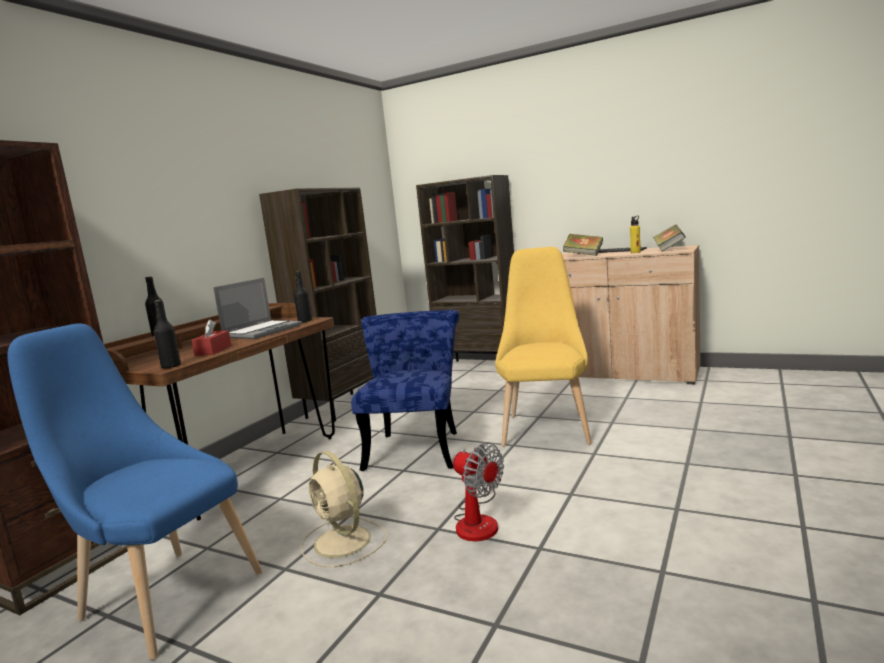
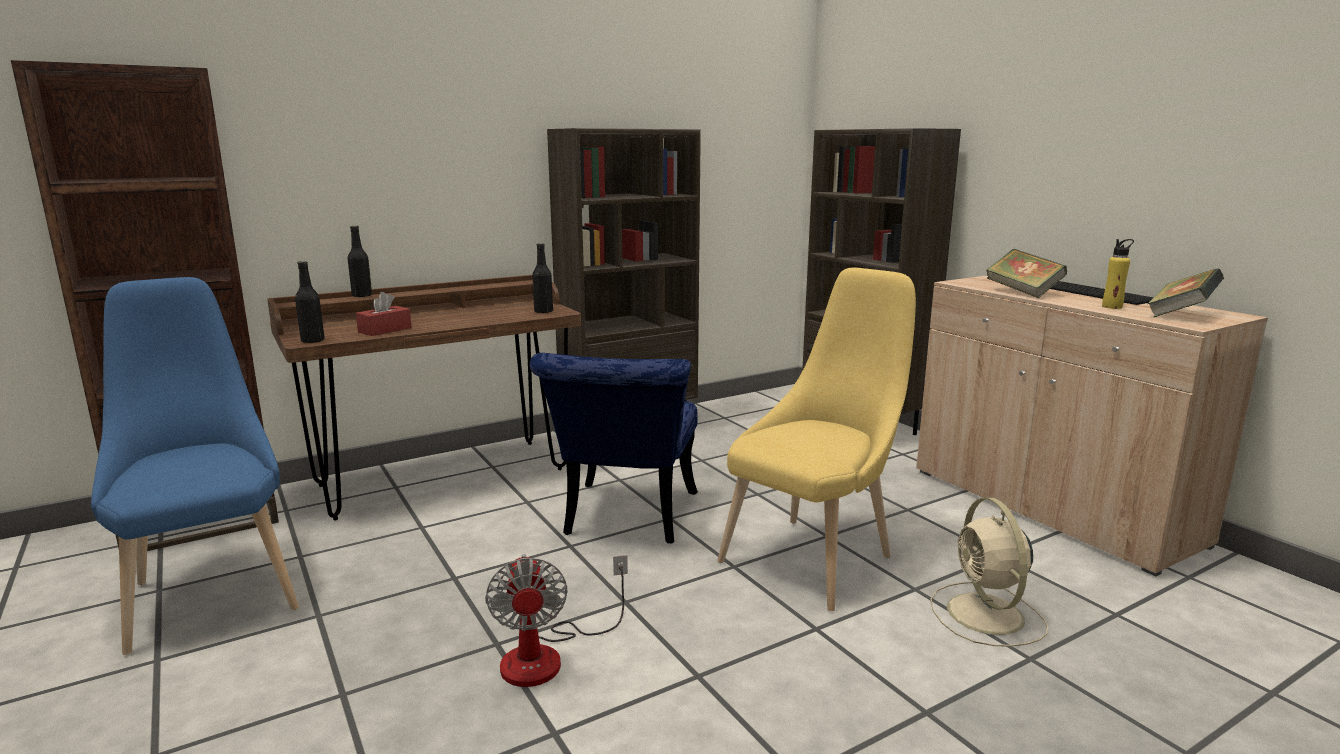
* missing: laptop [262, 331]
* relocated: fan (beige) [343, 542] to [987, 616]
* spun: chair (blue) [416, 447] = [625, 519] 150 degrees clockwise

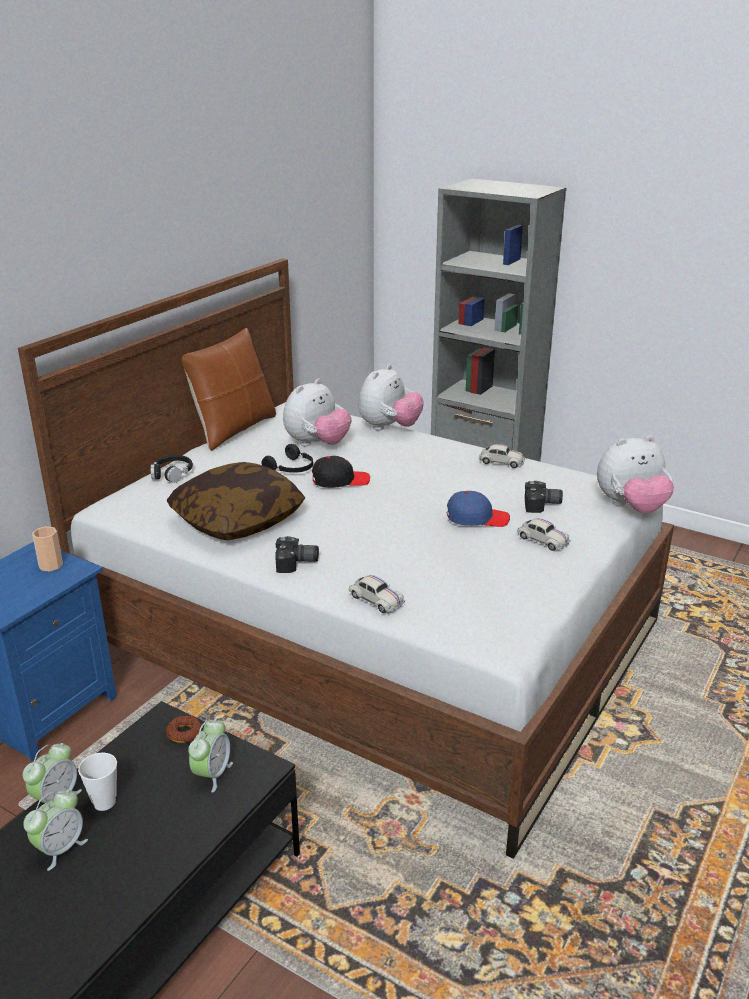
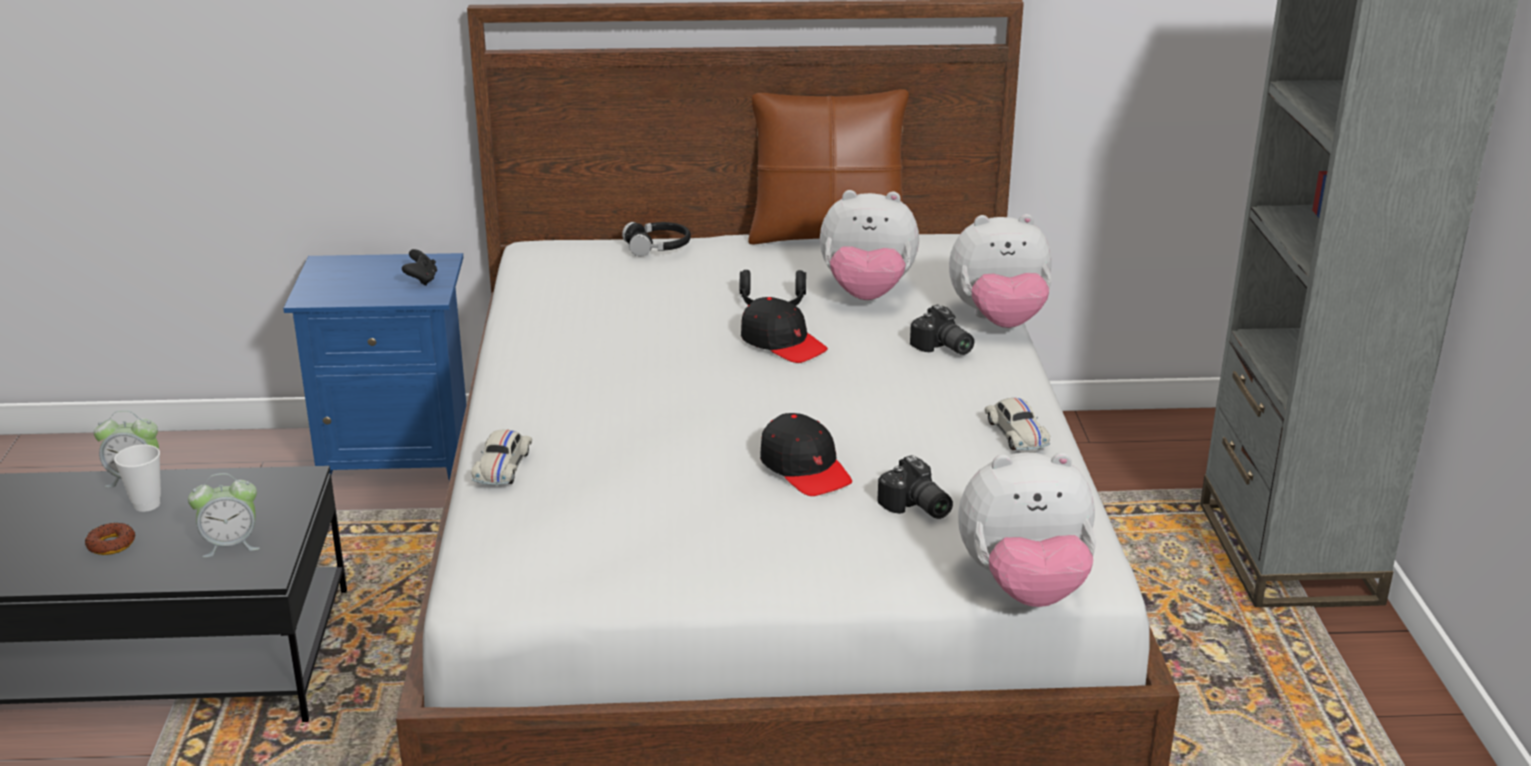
* missing: alarm clock [60, 848]
* exchanged: cup [51, 565] to game controller (black) [421, 280]
* relocated: donut [184, 733] to [111, 544]
* missing: pillow [238, 519]
* relocated: photo camera [297, 564] to [942, 348]
* colour: cap (blue) [477, 518] to cap (black) [805, 468]
* missing: toy car (white) [542, 540]
* spun: plush toy [631, 507] = [1024, 588] 45 degrees counterclockwise

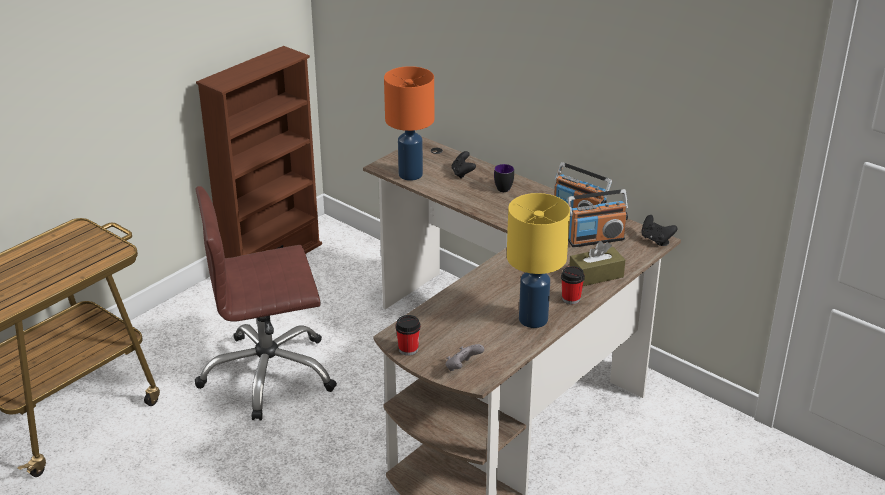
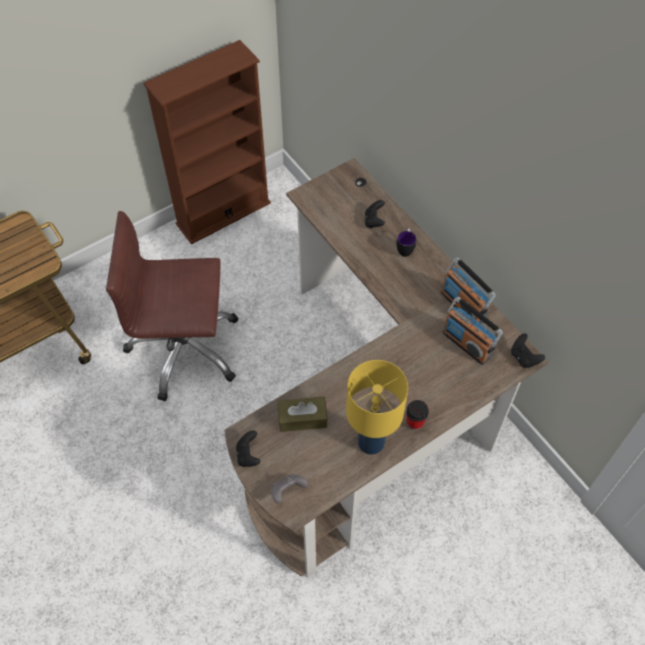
* missing: table lamp (orange) [410, 175]
* exchanged: cup [408, 349] to game controller (black) [248, 455]
* spun: radio [595, 239] = [467, 344] 45 degrees clockwise
* relocated: tissue box (brown) [596, 275] to [302, 418]

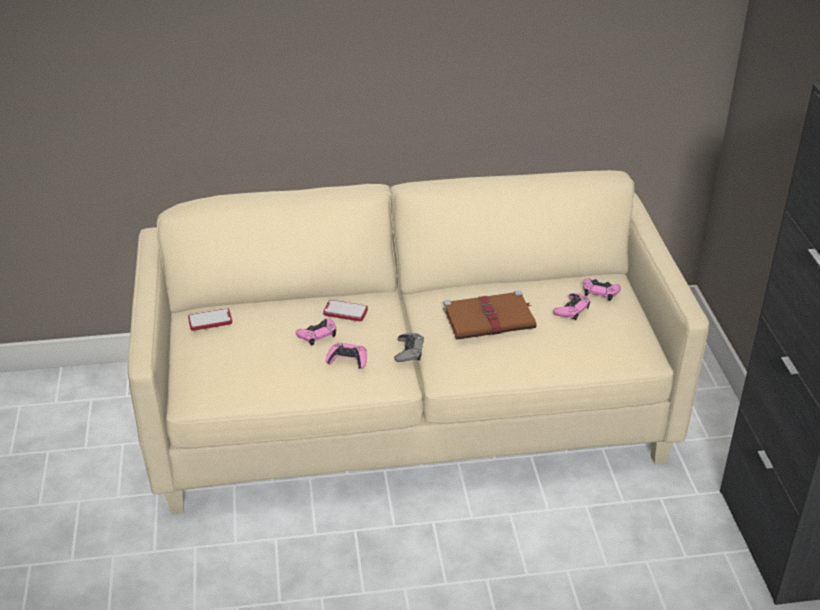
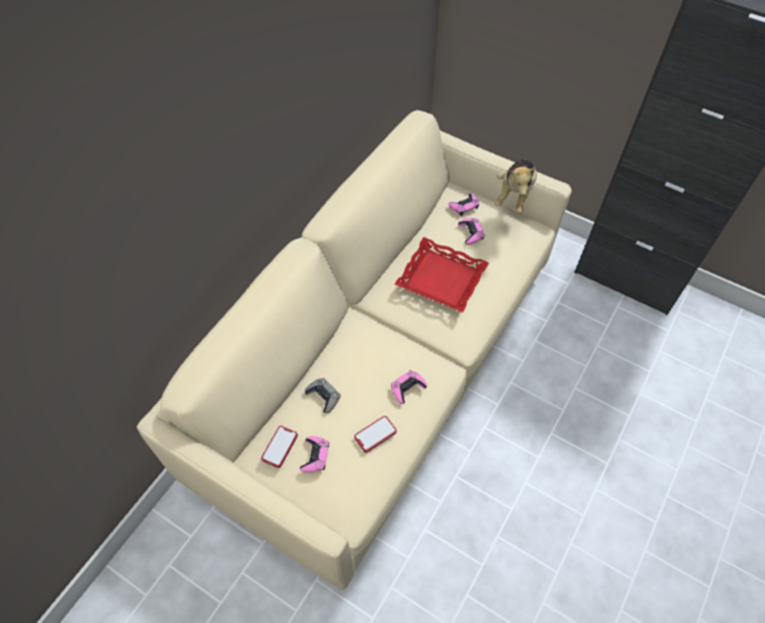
* relocated: game controller (pink) [317, 334] to [315, 456]
* relocated: phone [345, 312] to [375, 434]
* relocated: game controller (grey) [409, 351] to [323, 396]
* exchanged: book (brown) [490, 318] to tray (red) [441, 279]
* appeared: plush toy [514, 195]

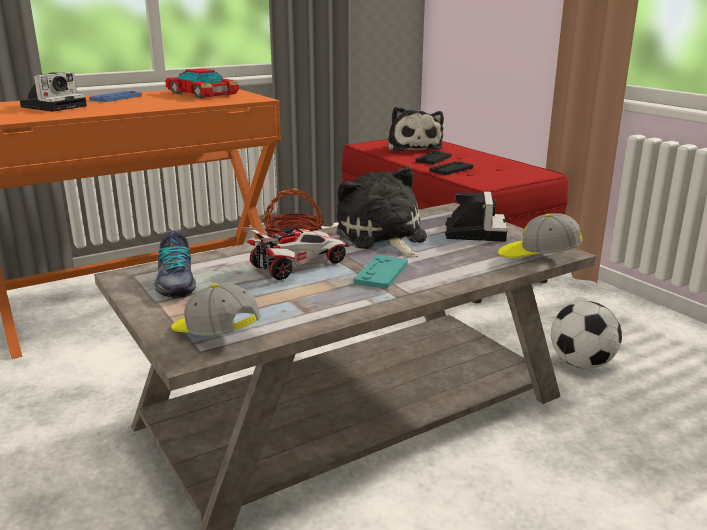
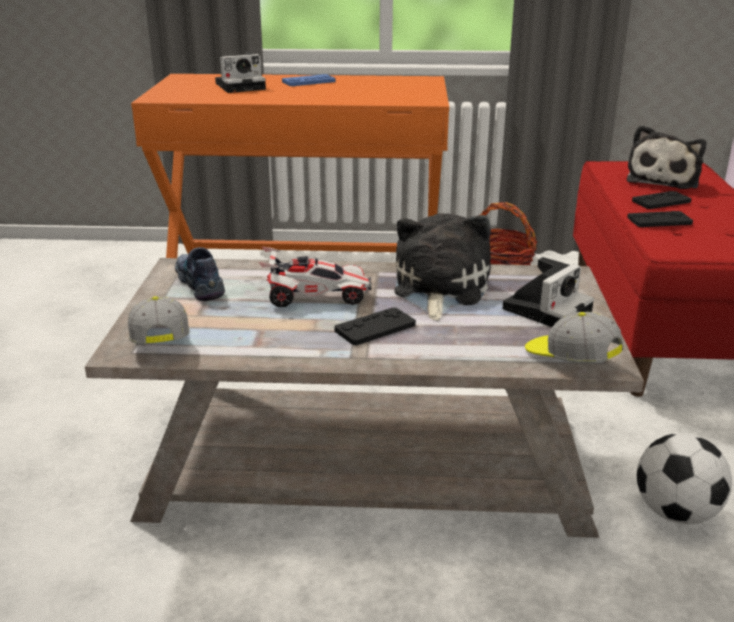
* spun: shoe [175, 282] = [201, 283] 135 degrees clockwise
* missing: toy car [202, 93]
* colour: game controller (turquoise) [381, 273] to game controller (black) [375, 328]

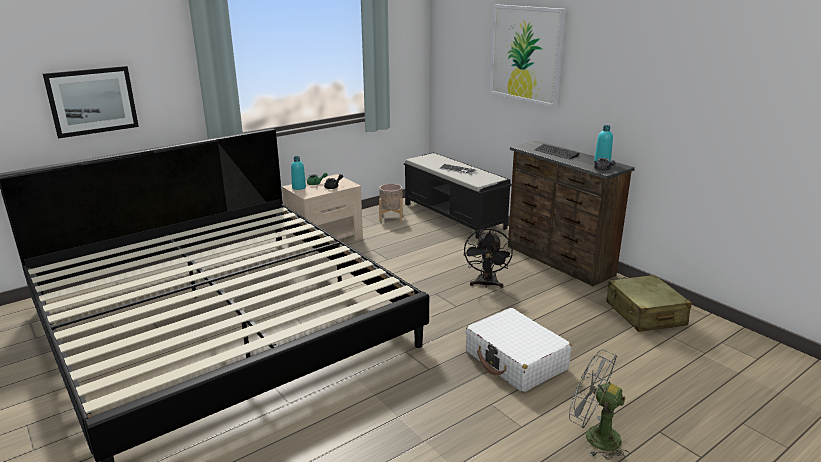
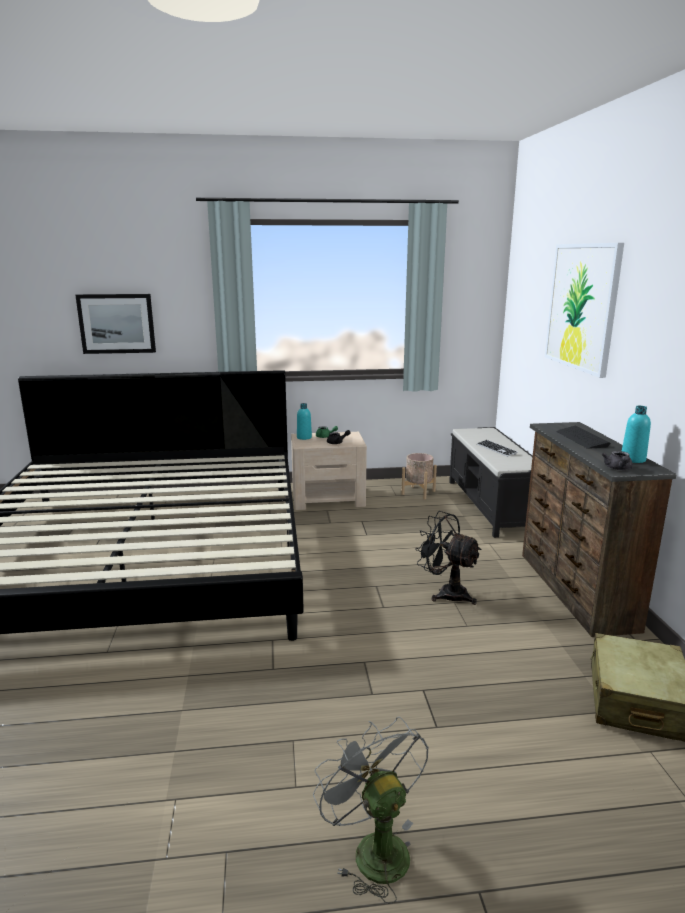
* spun: fan (black) [486, 284] = [446, 593] 90 degrees clockwise
* missing: suitcase (white) [515, 360]

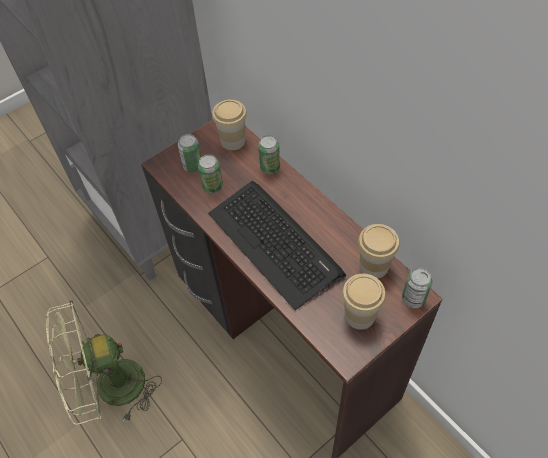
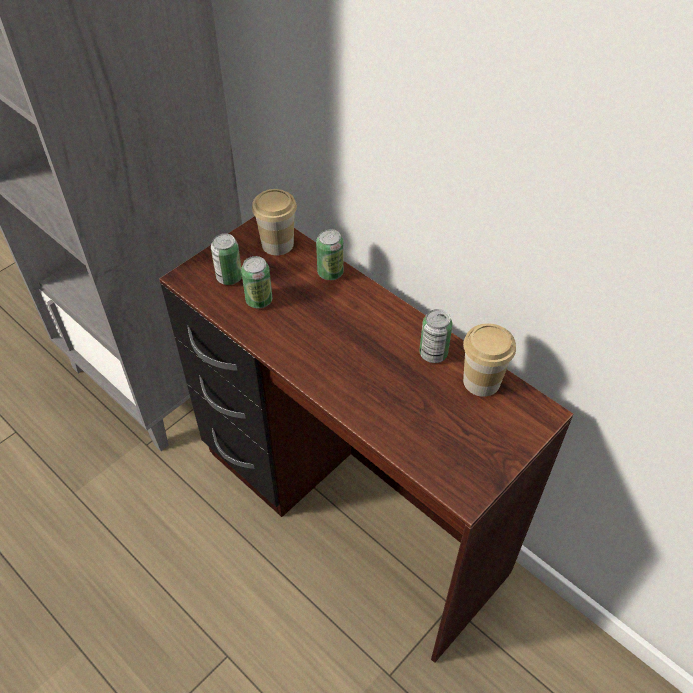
* missing: fan (green) [110, 389]
* missing: keyboard [274, 243]
* missing: cup [359, 315]
* relocated: can [413, 298] to [433, 354]

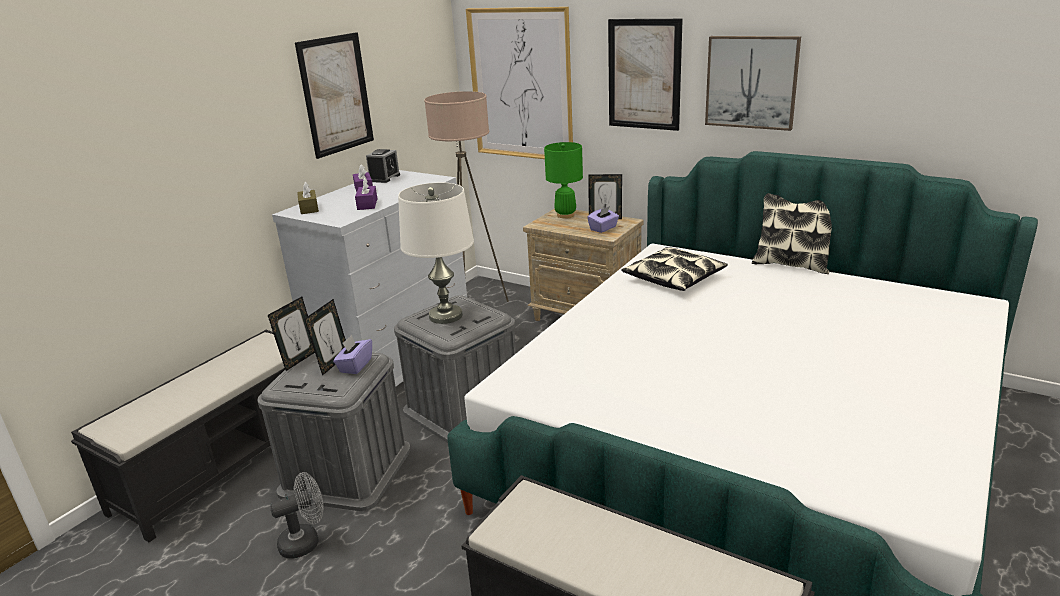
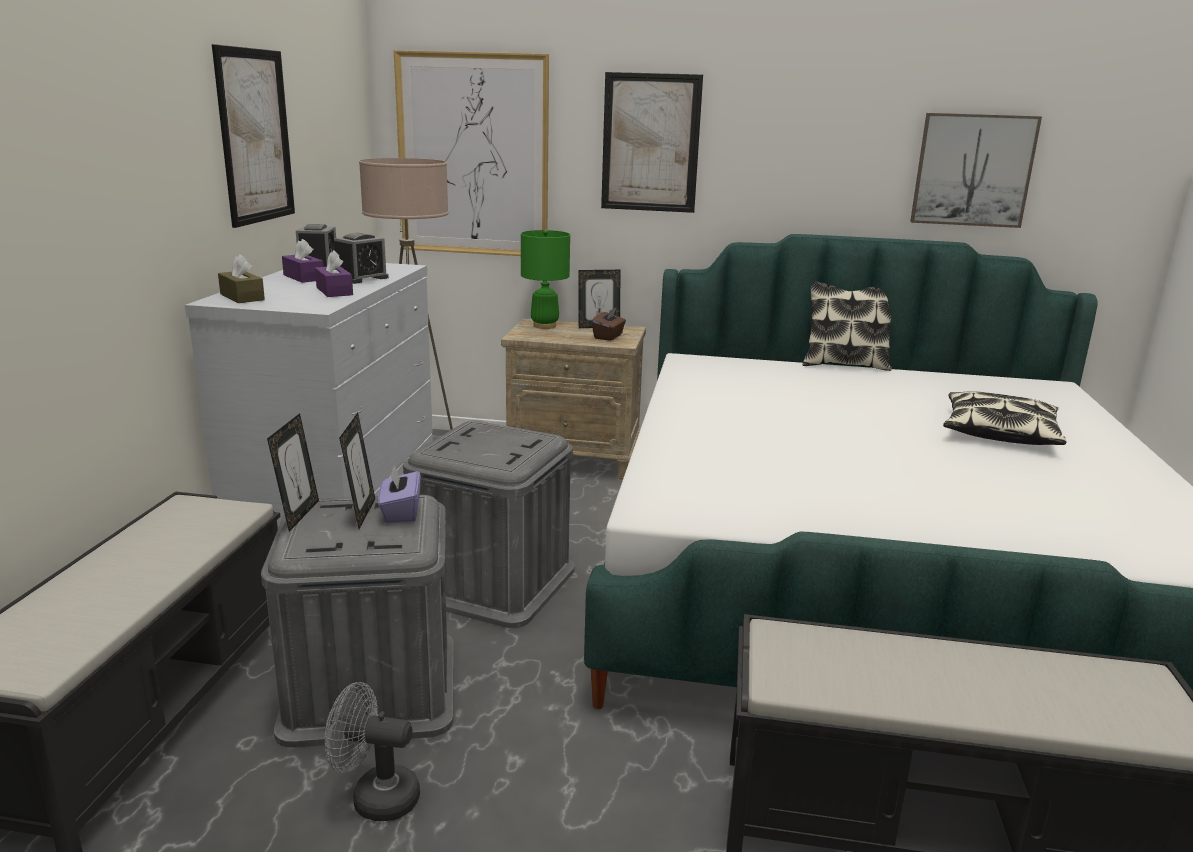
* spun: fan (grey) [306, 541] = [375, 797] 120 degrees counterclockwise
* missing: table lamp (white) [445, 316]
* colour: tissue box (purple) [603, 228] to tissue box (brown) [608, 336]
* relocated: pillow [674, 278] to [999, 432]
* relocated: picture [751, 82] to [973, 170]
* appeared: alarm clock [361, 278]

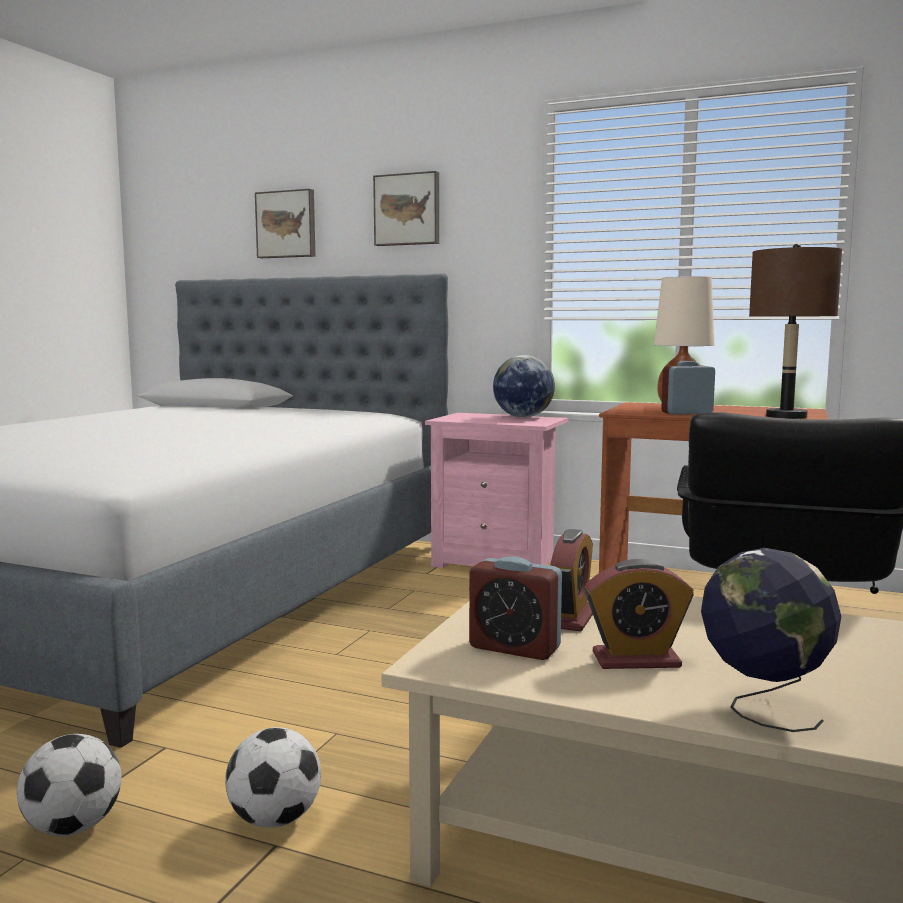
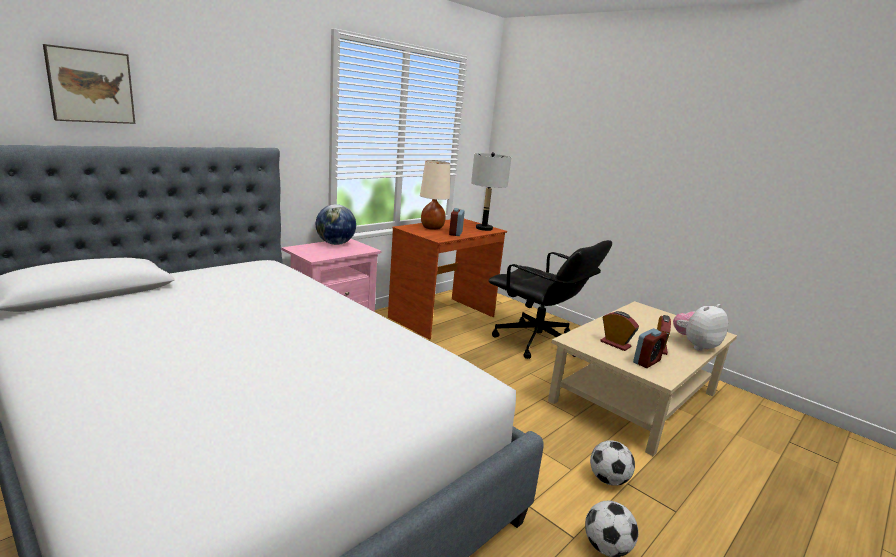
* missing: picture [408, 210]
* exchanged: globe [762, 709] to plush toy [695, 345]
* colour: table lamp (brown) [786, 416] to table lamp (grey) [484, 228]

